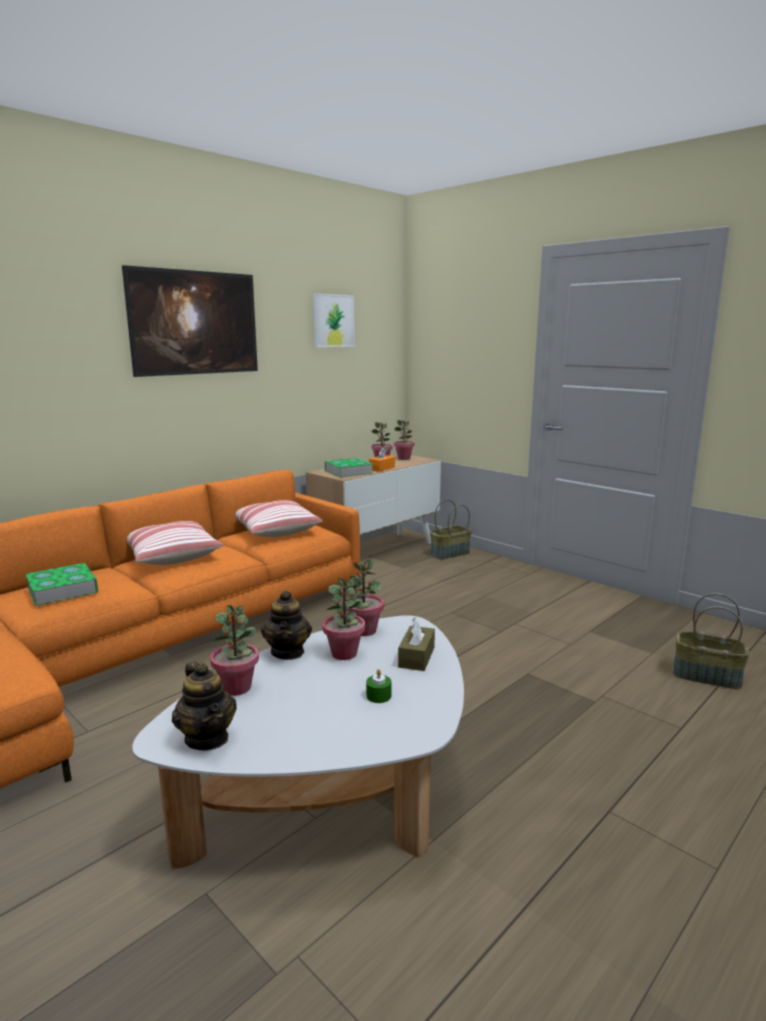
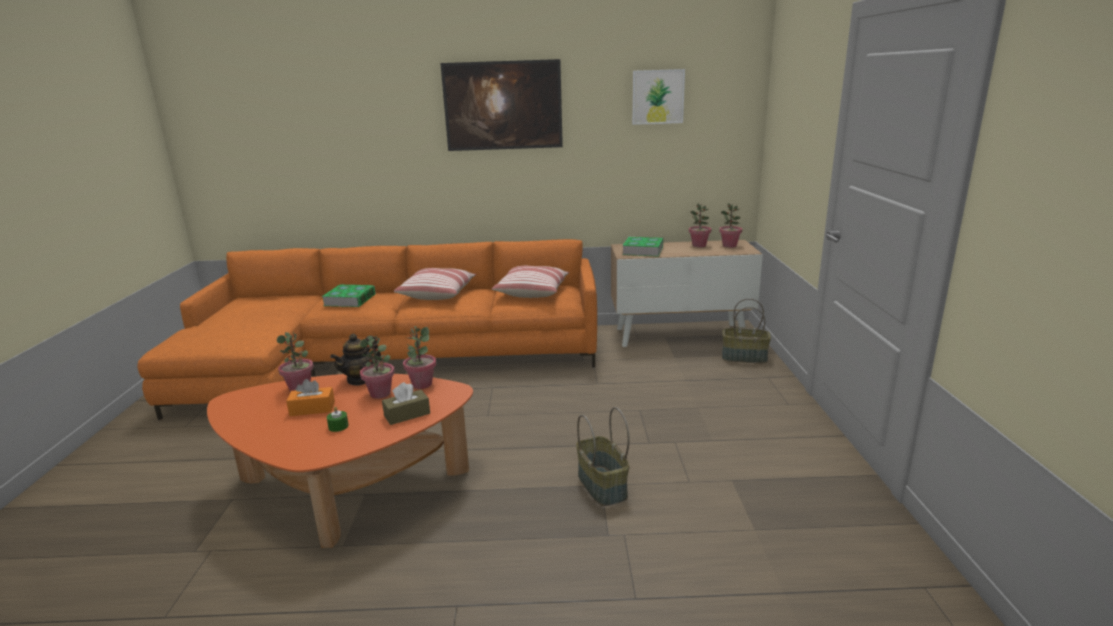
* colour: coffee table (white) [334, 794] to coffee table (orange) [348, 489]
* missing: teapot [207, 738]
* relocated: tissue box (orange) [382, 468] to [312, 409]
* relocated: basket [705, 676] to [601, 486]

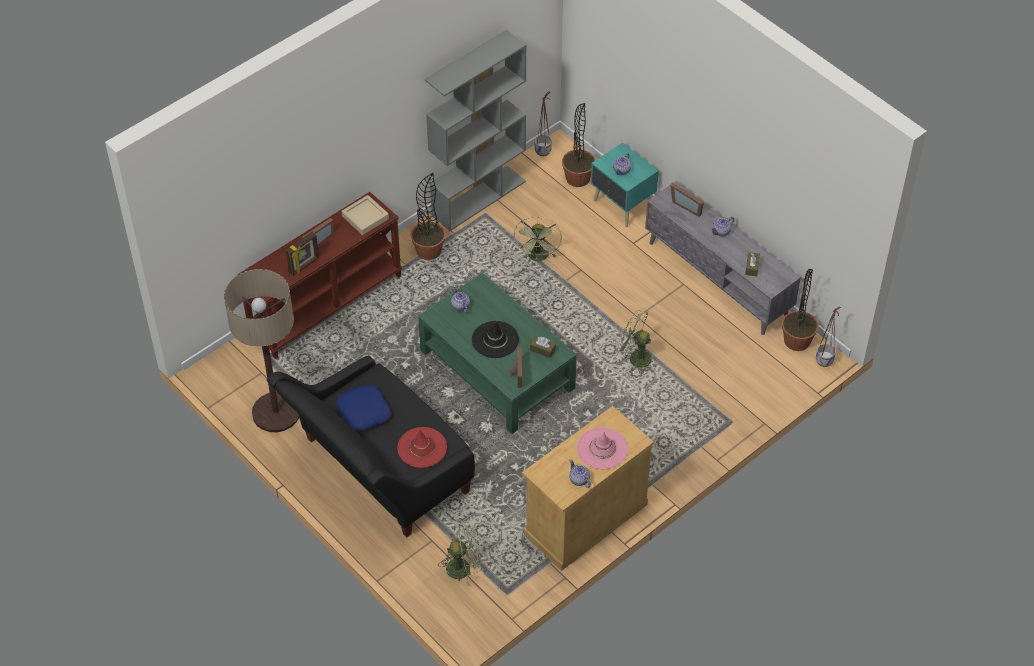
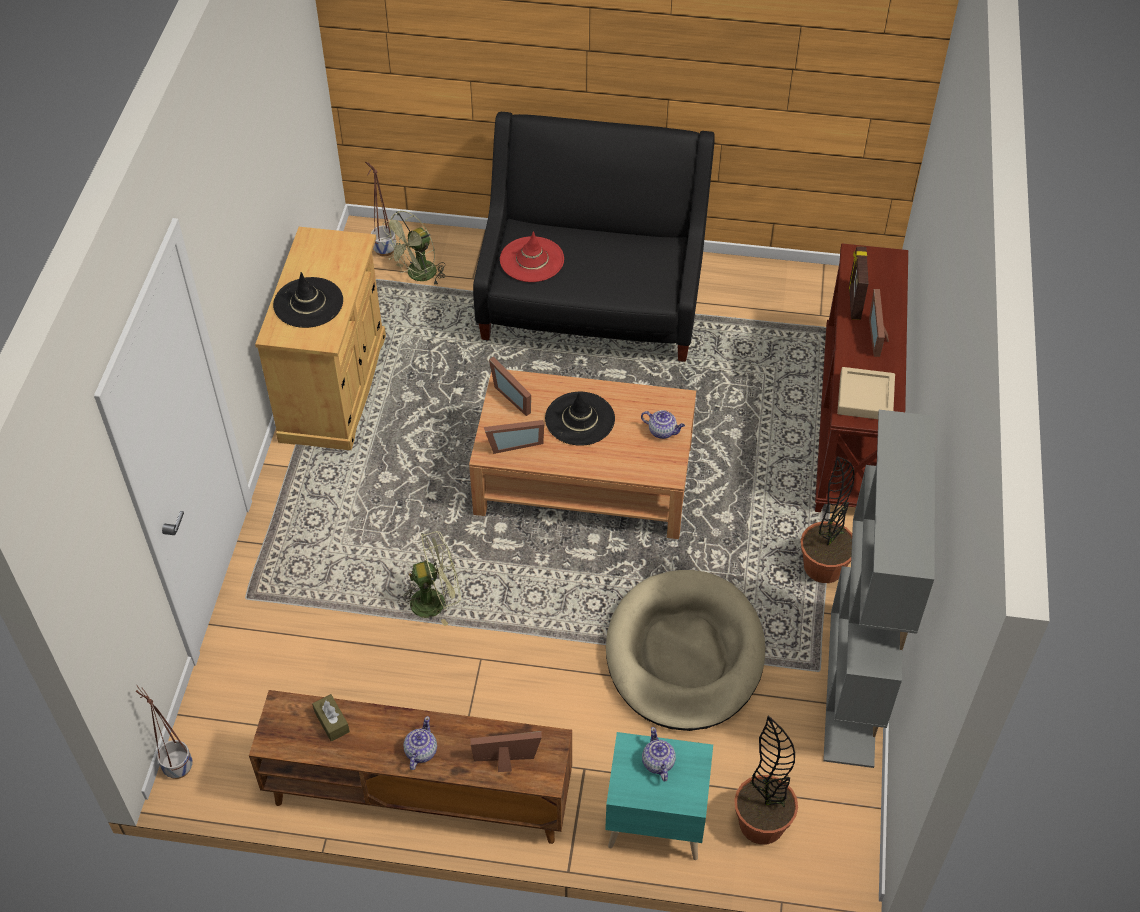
* missing: floor lamp [276, 412]
* missing: pillow (blue) [364, 411]
* colour: coffee table (green) [496, 369] to coffee table (brown) [585, 478]
* exchanged: fan (green) [538, 257] to dog bed (beige) [684, 654]
* exchanged: tissue box (brown) [542, 350] to picture frame [513, 443]
* relocated: planter [543, 151] to [385, 249]
* missing: teapot [579, 480]
* colour: hat (pink) [602, 448] to hat (black) [308, 303]
* colour: tv stand (grey) [718, 279] to tv stand (brown) [418, 795]
* missing: potted plant [797, 341]

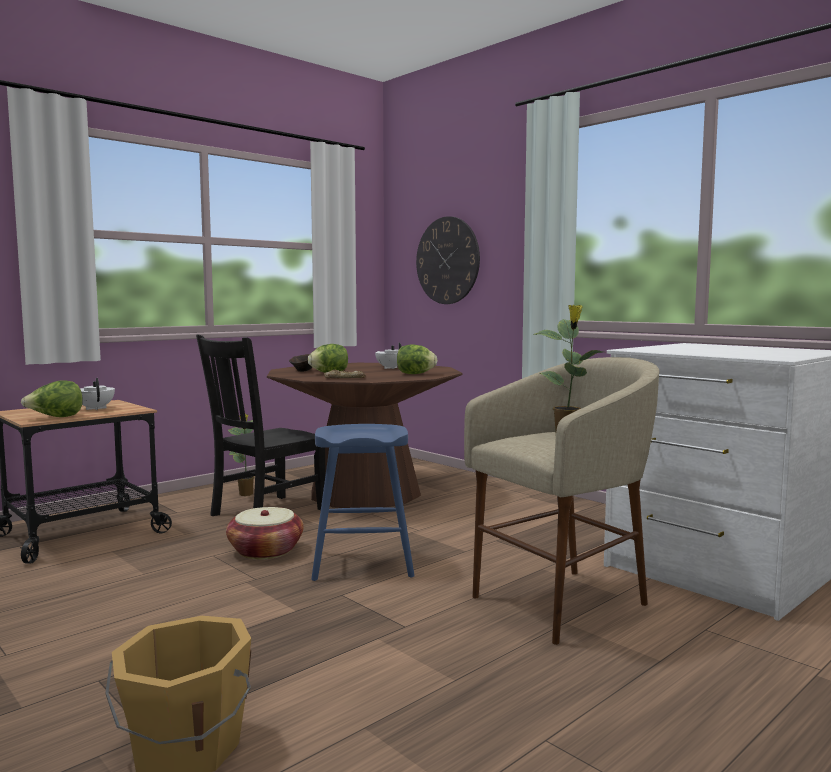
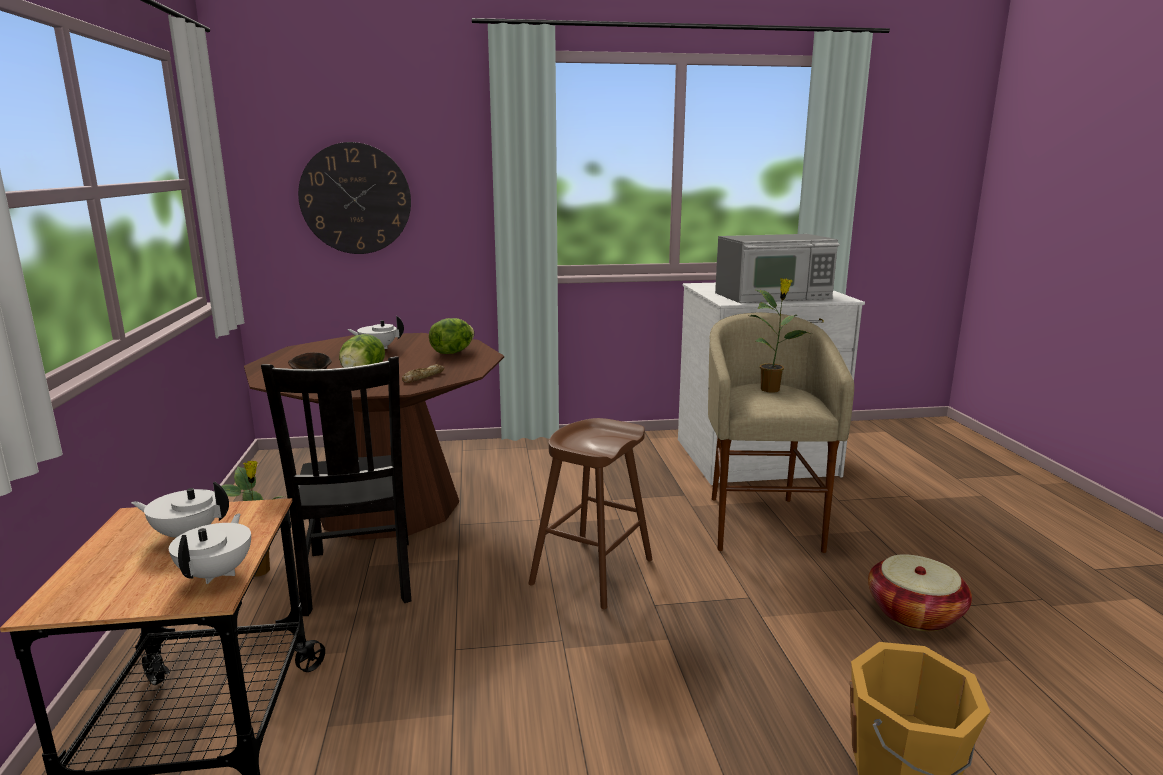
* exchanged: lettuce [56, 417] to teapot (white) [217, 573]
* relocated: basket [265, 551] to [914, 613]
* colour: stool (blue) [362, 564] to stool (brown) [592, 572]
* appeared: microwave [774, 296]

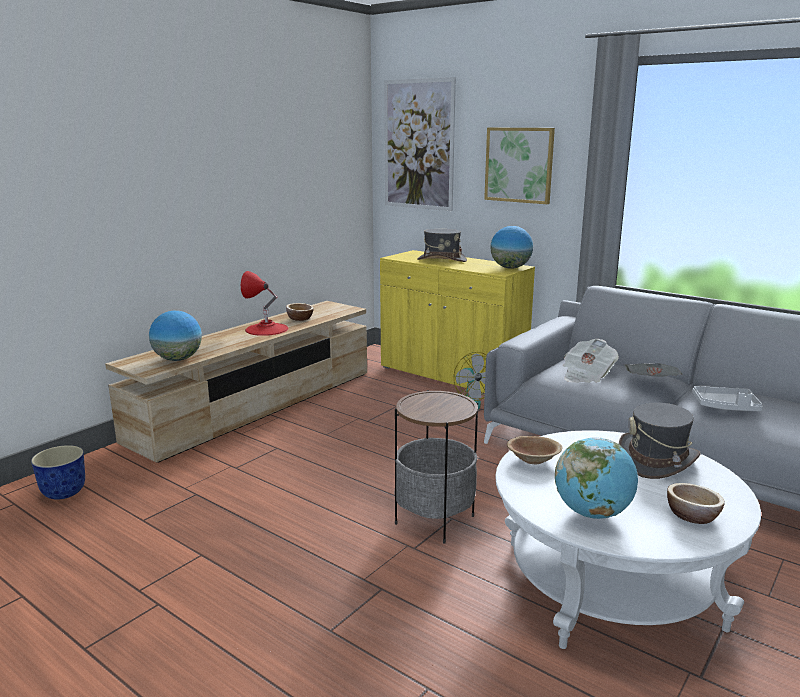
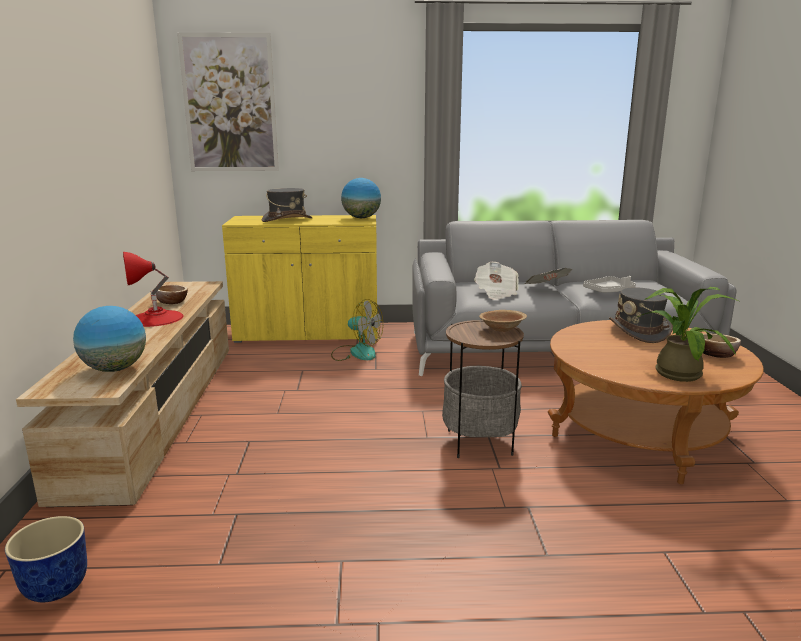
* missing: picture [519, 165]
* colour: coffee table (white) [610, 584] to coffee table (brown) [640, 434]
* relocated: bowl (brown) [533, 460] to [502, 329]
* exchanged: globe [592, 513] to potted plant [676, 372]

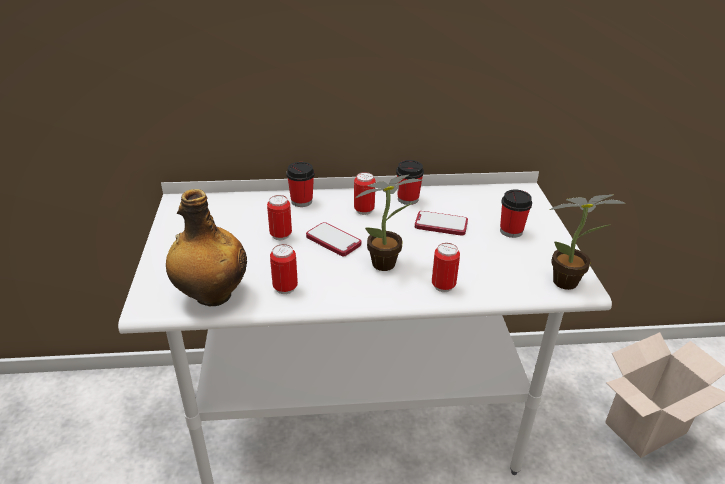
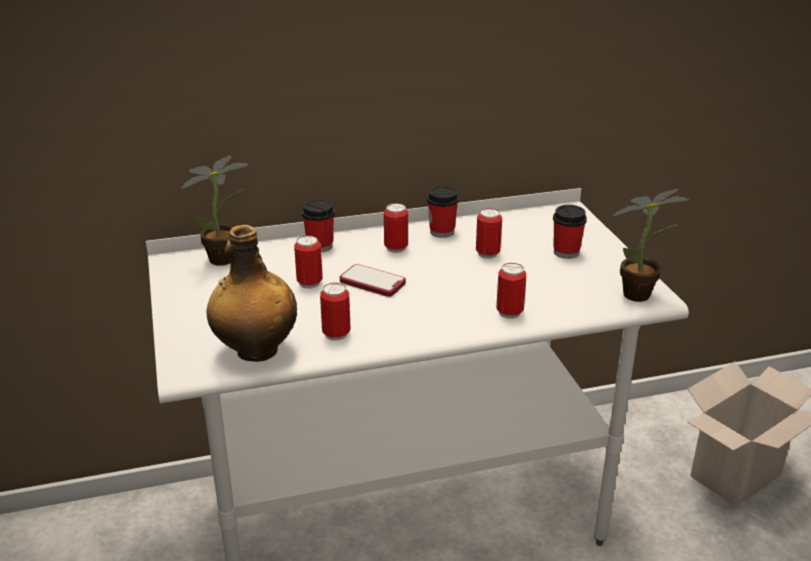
* relocated: potted plant [388, 263] to [226, 259]
* exchanged: phone [441, 224] to can [487, 254]

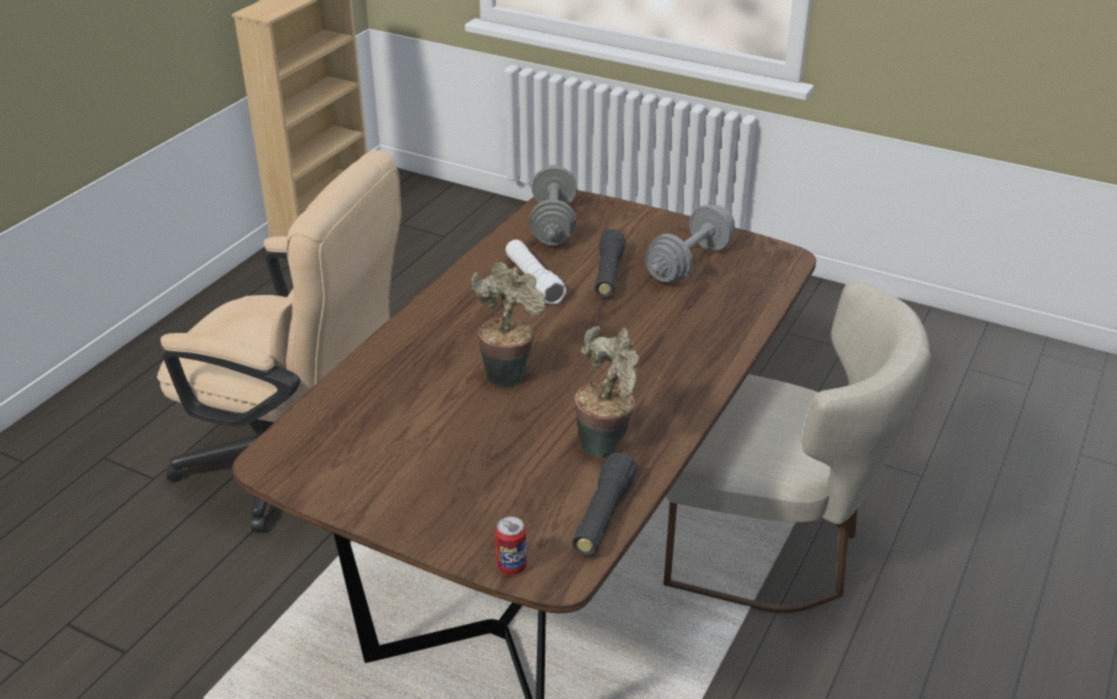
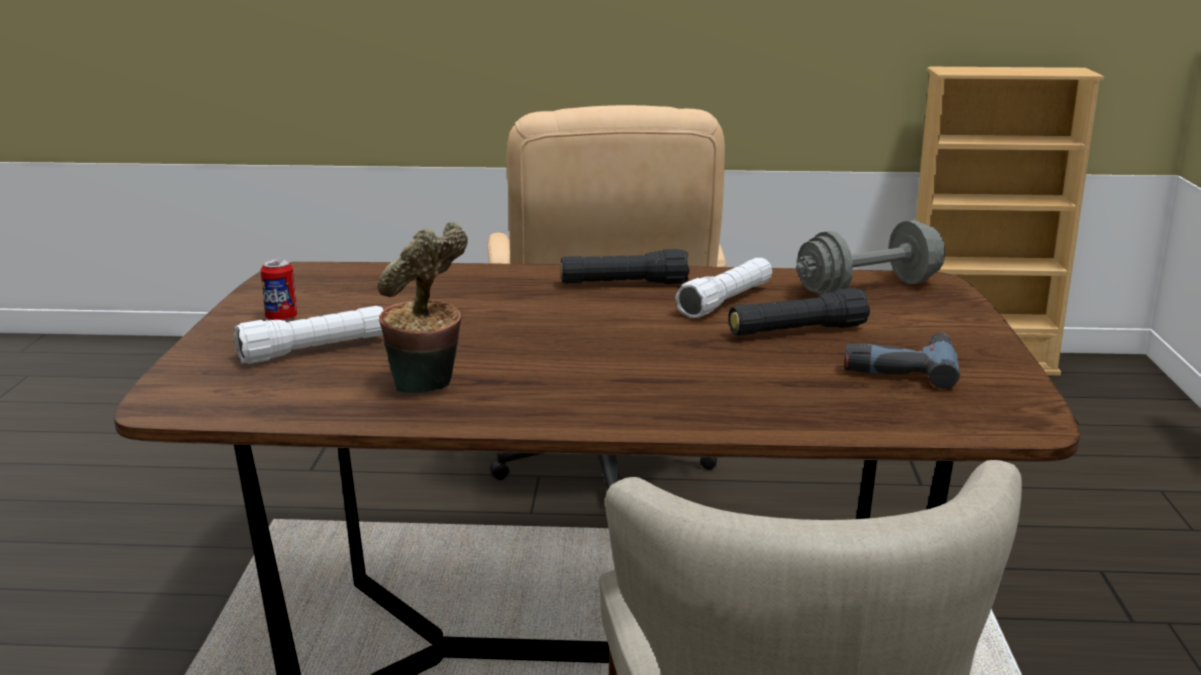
* missing: potted plant [507, 373]
* relocated: can [511, 566] to [281, 318]
* relocated: flashlight (black) [603, 516] to [624, 284]
* exchanged: dumbbell (grey) [689, 263] to power drill [900, 367]
* appeared: flashlight (white) [314, 350]

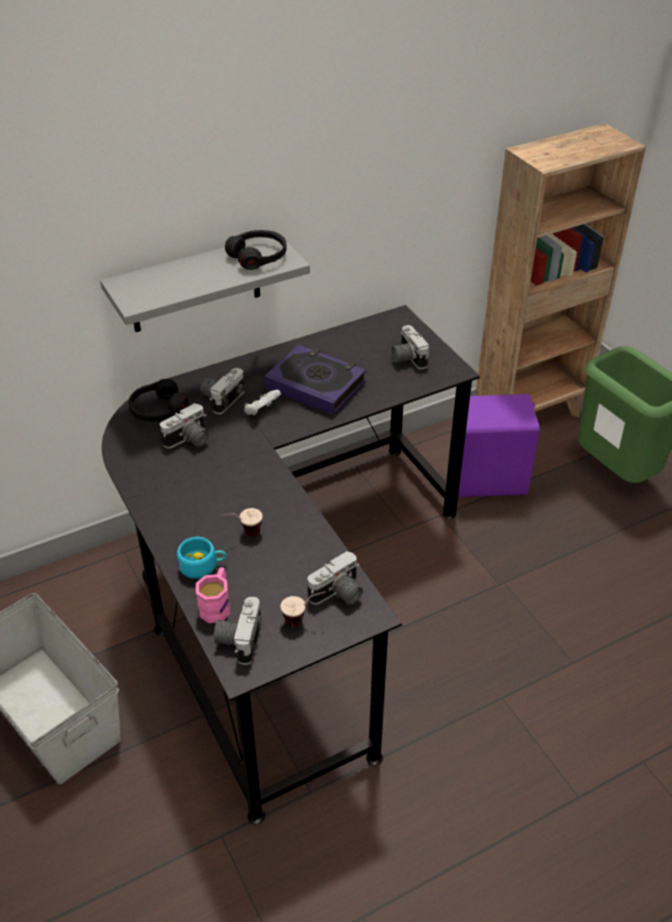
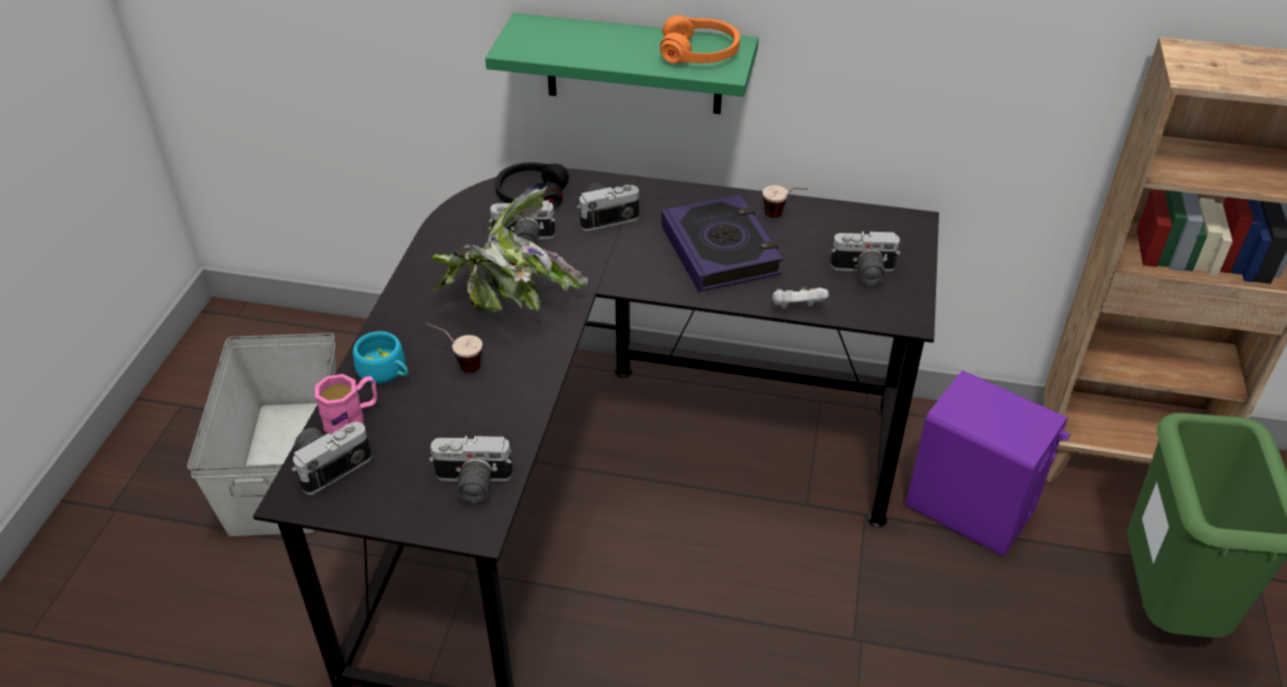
* colour: shelf (grey) [195, 284] to shelf (green) [634, 64]
* colour: headphones (black) [258, 256] to headphones (orange) [699, 53]
* relocated: game controller (white) [261, 411] to [797, 308]
* relocated: cup [303, 620] to [782, 216]
* spun: photo camera [406, 358] = [863, 273] 105 degrees counterclockwise
* appeared: potted plant [507, 305]

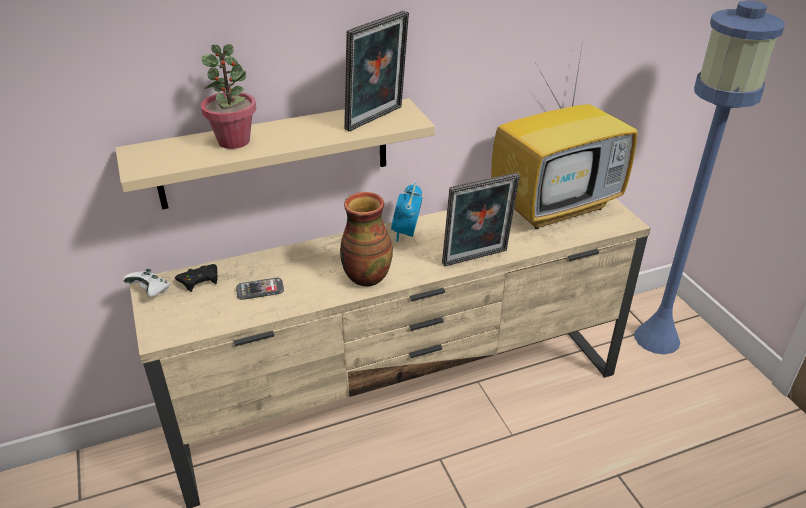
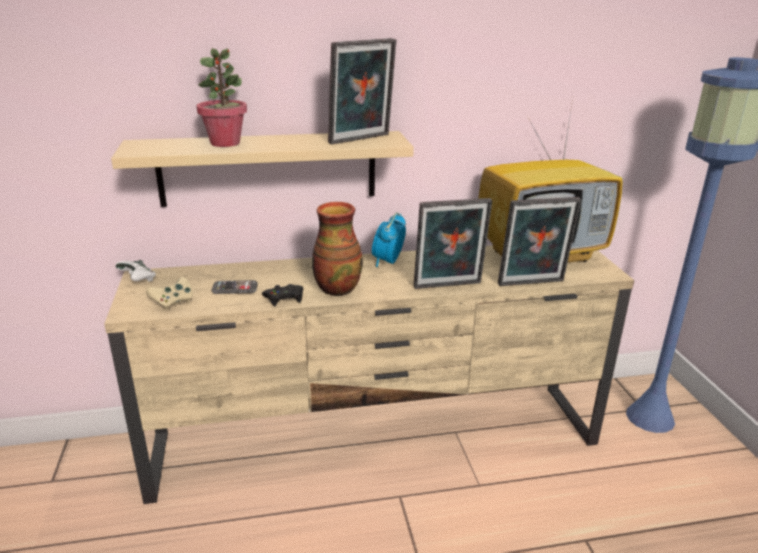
* relocated: game controller (black) [199, 280] to [284, 298]
* appeared: game controller (beige) [173, 302]
* appeared: picture frame [532, 284]

